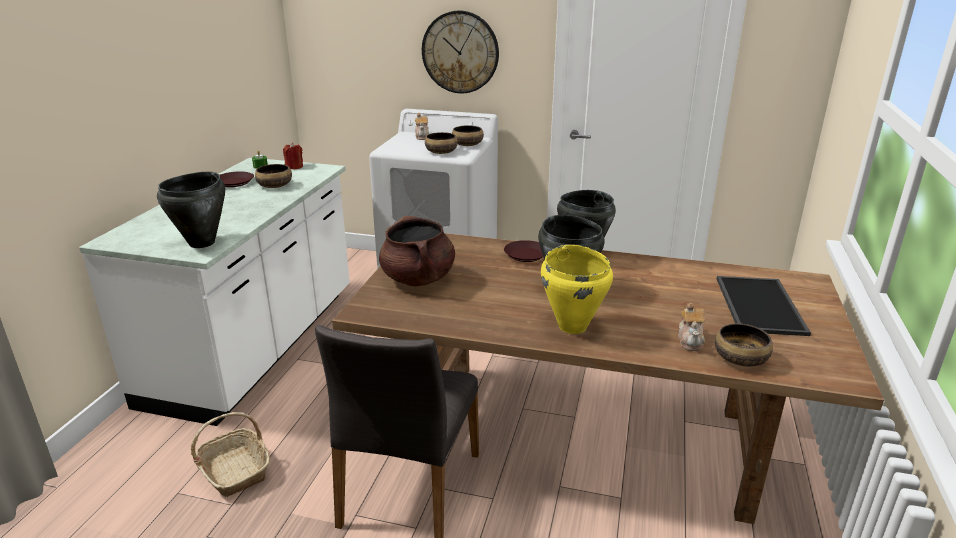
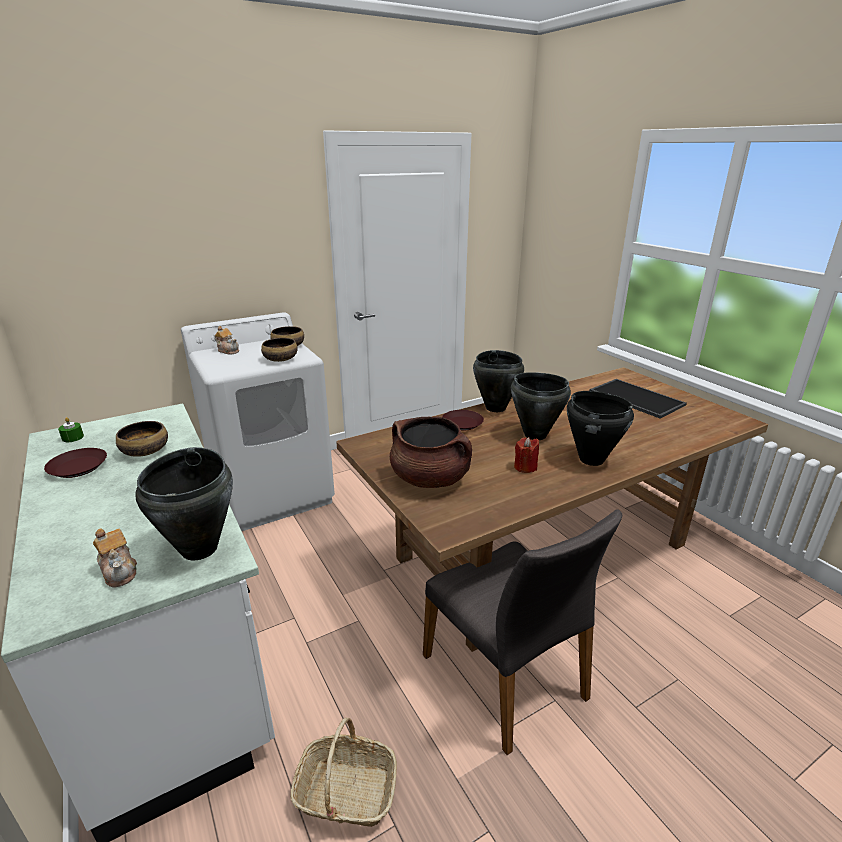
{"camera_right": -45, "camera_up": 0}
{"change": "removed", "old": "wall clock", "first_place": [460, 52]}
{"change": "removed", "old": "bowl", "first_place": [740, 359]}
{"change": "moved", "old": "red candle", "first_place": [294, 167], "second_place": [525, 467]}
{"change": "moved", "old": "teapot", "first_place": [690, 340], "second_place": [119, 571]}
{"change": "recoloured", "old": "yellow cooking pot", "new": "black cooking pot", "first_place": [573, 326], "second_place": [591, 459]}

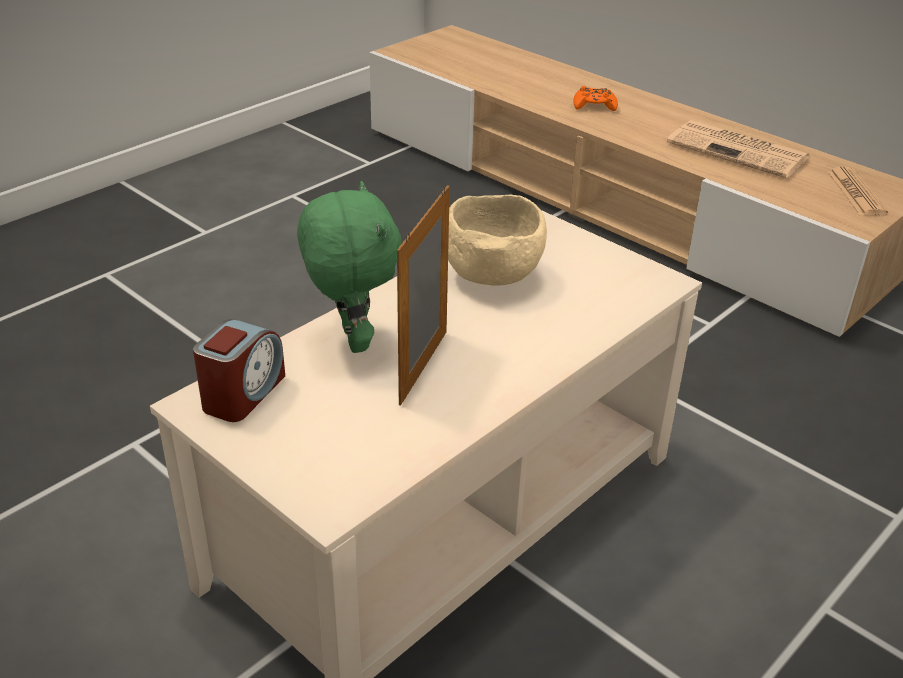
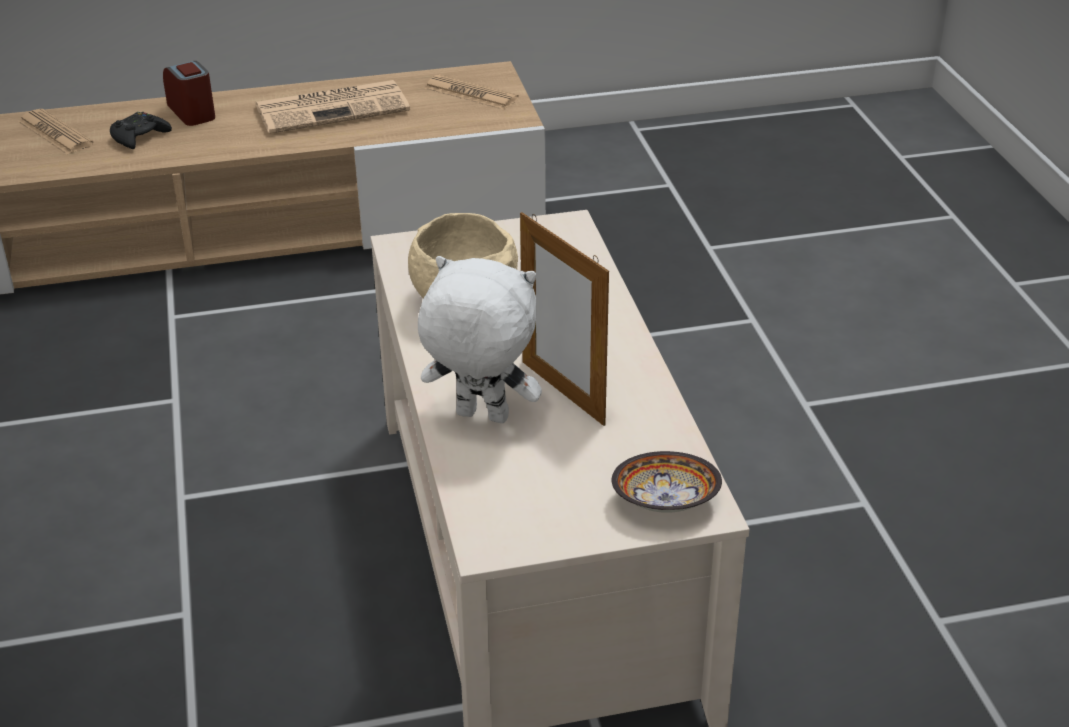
{"camera_right": -55, "camera_up": 0}
{"change": "added", "new": "newspaper", "second_place": [55, 133]}
{"change": "added", "new": "bowl", "second_place": [667, 504]}
{"change": "moved", "old": "alarm clock", "first_place": [243, 393], "second_place": [192, 112]}
{"change": "recoloured", "old": "green plush toy", "new": "white plush toy", "first_place": [351, 339], "second_place": [480, 417]}
{"change": "recoloured", "old": "orange game controller", "new": "black game controller", "first_place": [594, 106], "second_place": [139, 137]}

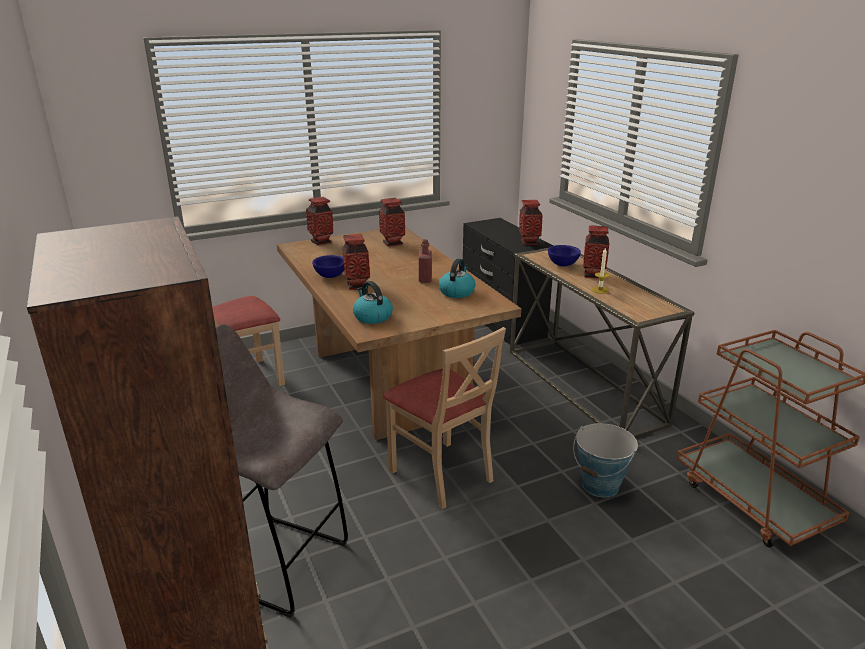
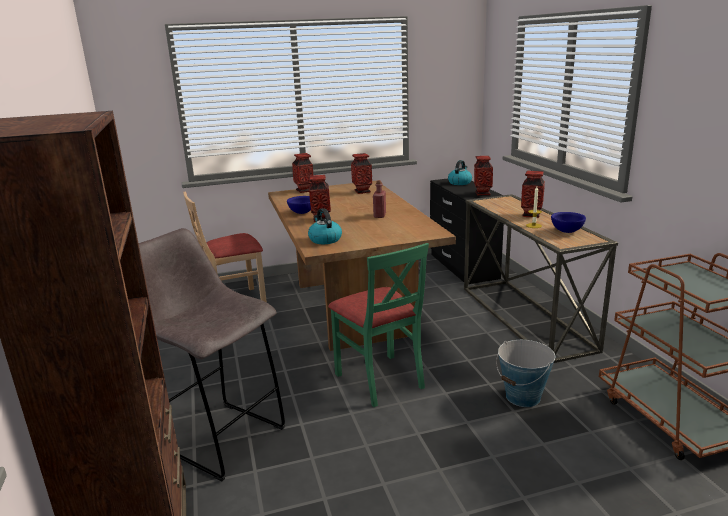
{"camera_right": 10, "camera_up": -5}
{"change": "moved", "old": "kettle", "first_place": [457, 292], "second_place": [459, 182]}
{"change": "moved", "old": "blue bowl", "first_place": [562, 264], "second_place": [566, 231]}
{"change": "recoloured", "old": "beige chair", "new": "green chair", "first_place": [442, 474], "second_place": [380, 379]}

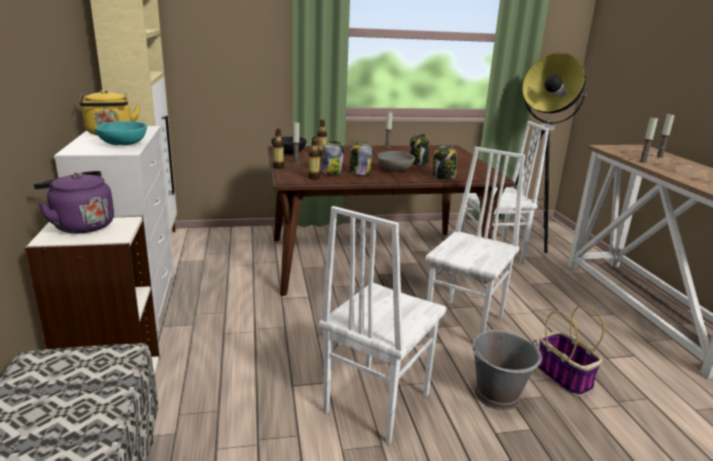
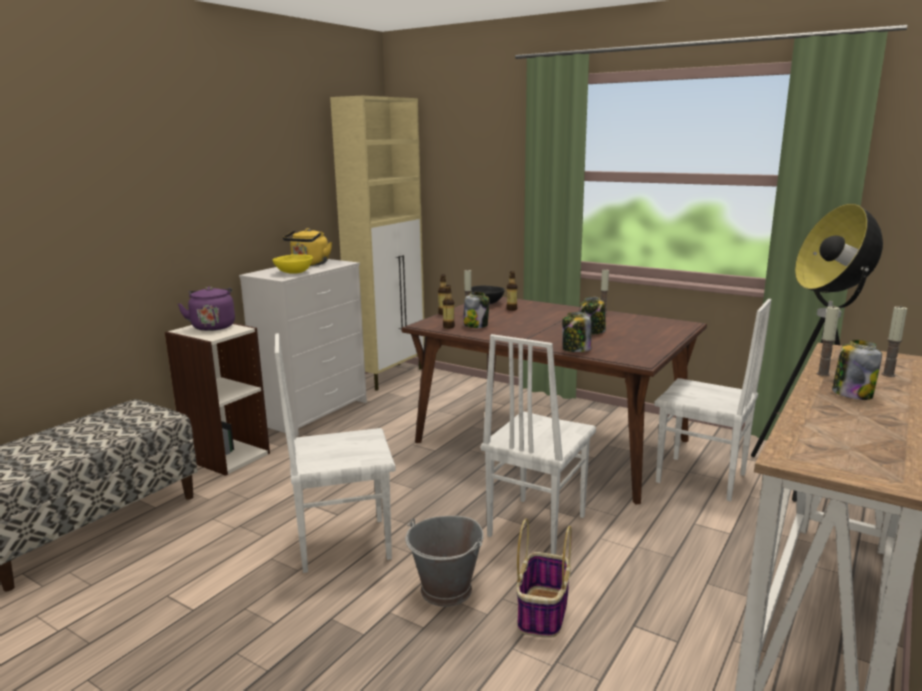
{"camera_right": 45, "camera_up": -5}
{"change": "removed", "old": "grey bowl", "first_place": [394, 170]}
{"change": "moved", "old": "jar", "first_place": [359, 173], "second_place": [852, 394]}
{"change": "recoloured", "old": "turquoise bowl", "new": "yellow bowl", "first_place": [123, 144], "second_place": [293, 273]}
{"change": "turned", "old": "white chair", "first_place": [466, 323], "second_place": [534, 526], "degrees": 135}

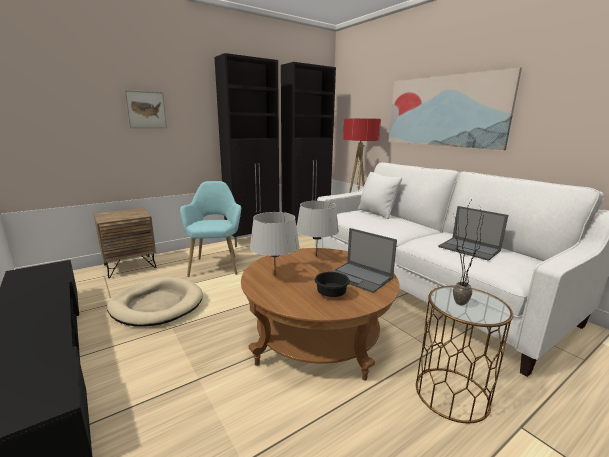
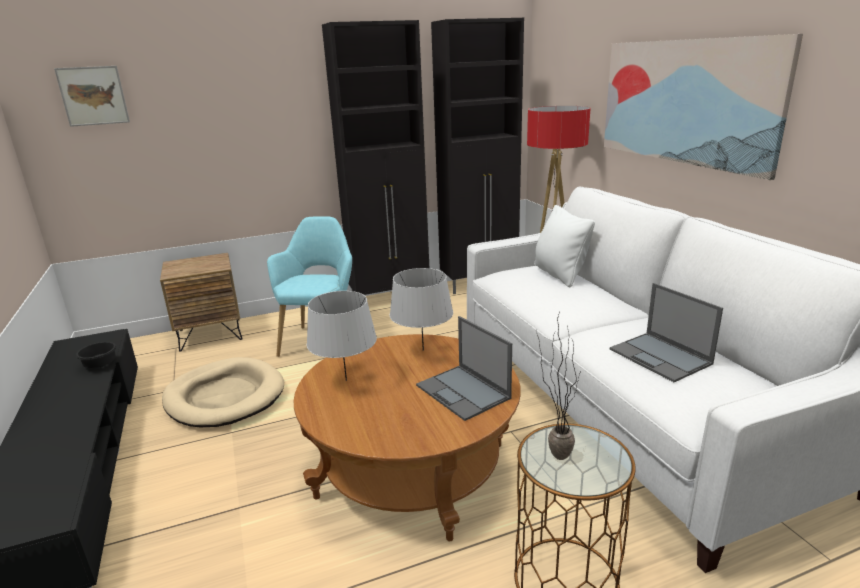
{"camera_right": 15, "camera_up": 5}
{"change": "moved", "old": "picture", "first_place": [146, 110], "second_place": [93, 96]}
{"change": "moved", "old": "black bowl", "first_place": [330, 293], "second_place": [101, 364]}

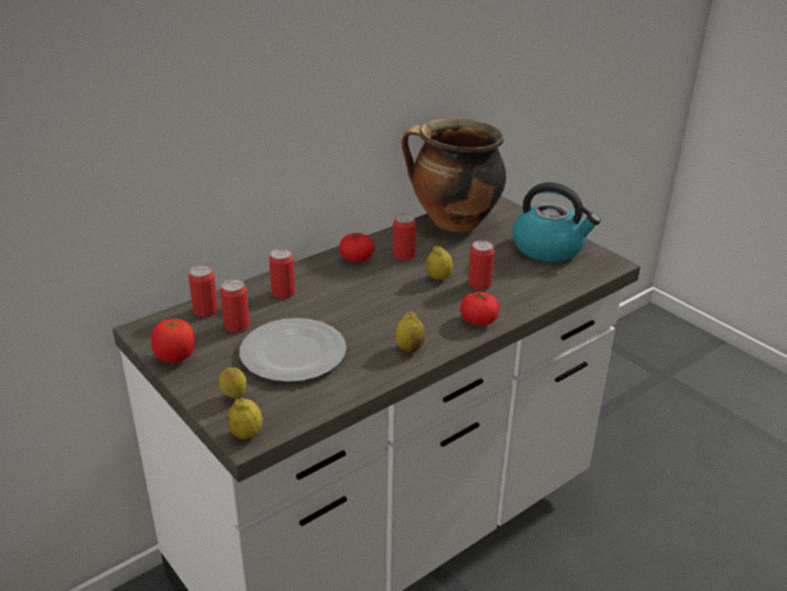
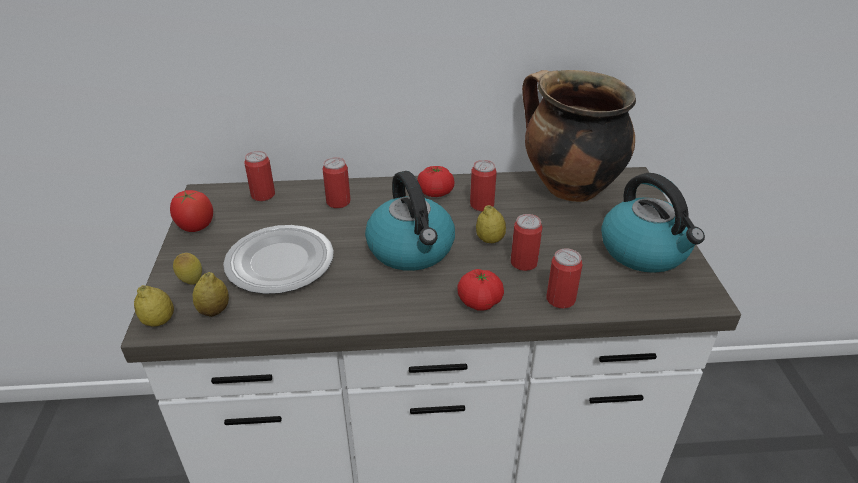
{"camera_right": 35, "camera_up": 5}
{"change": "added", "new": "kettle", "second_place": [412, 250]}
{"change": "moved", "old": "can", "first_place": [237, 326], "second_place": [560, 299]}
{"change": "moved", "old": "lemon", "first_place": [409, 348], "second_place": [214, 311]}

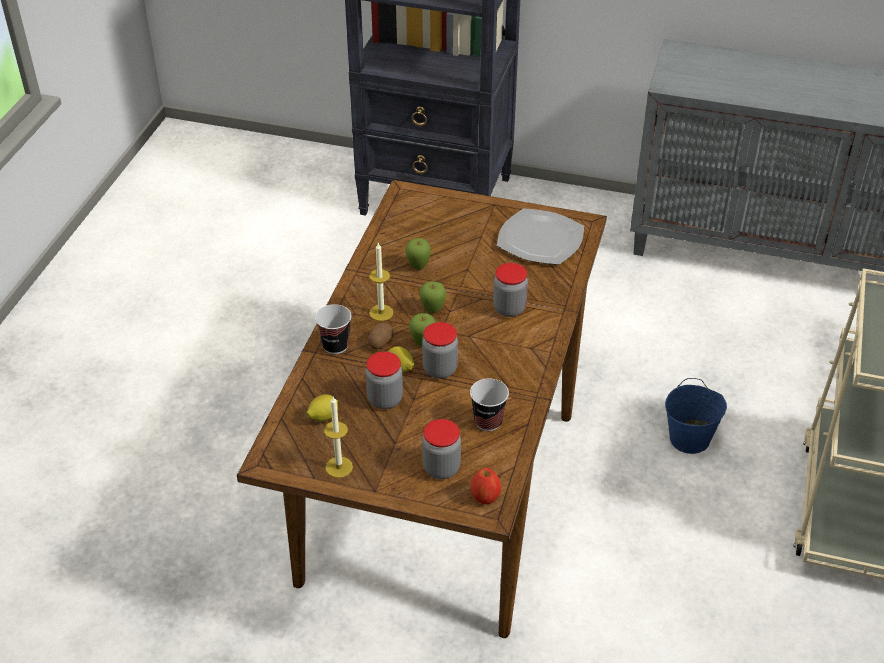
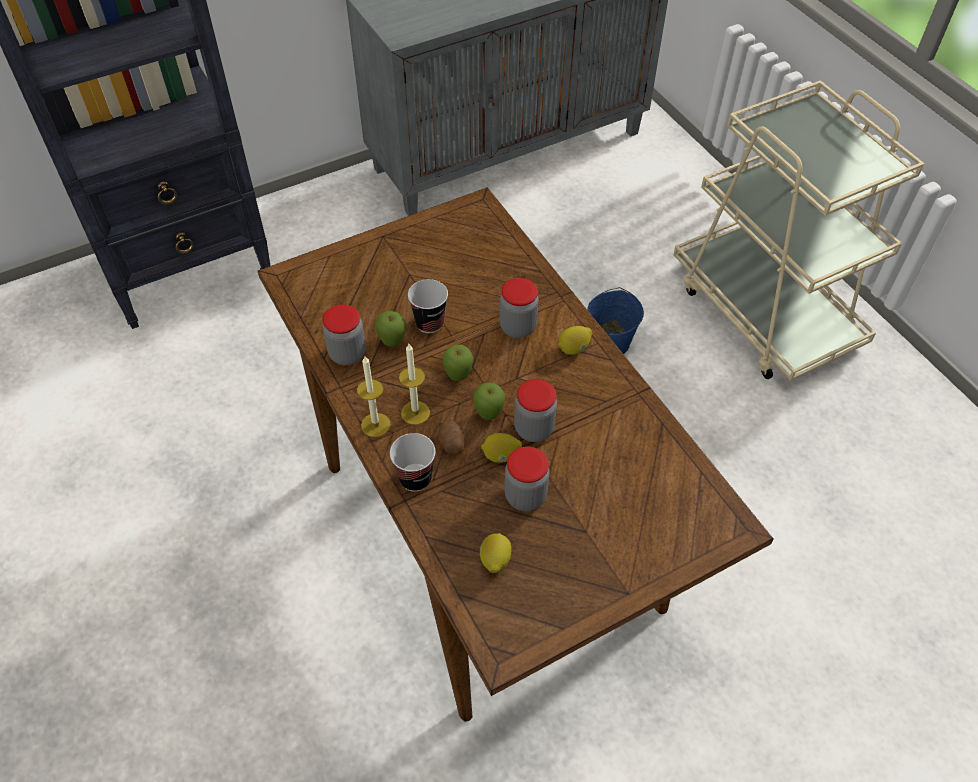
{"camera_right": -45, "camera_up": 10}
{"change": "removed", "old": "apple", "first_place": [485, 497]}
{"change": "removed", "old": "plate", "first_place": [540, 239]}
{"change": "added", "new": "lemon", "second_place": [574, 348]}
{"change": "moved", "old": "candle", "first_place": [339, 467], "second_place": [375, 425]}
{"change": "moved", "old": "jar", "first_place": [441, 468], "second_place": [347, 354]}
{"change": "moved", "old": "cup", "first_place": [488, 421], "second_place": [429, 323]}

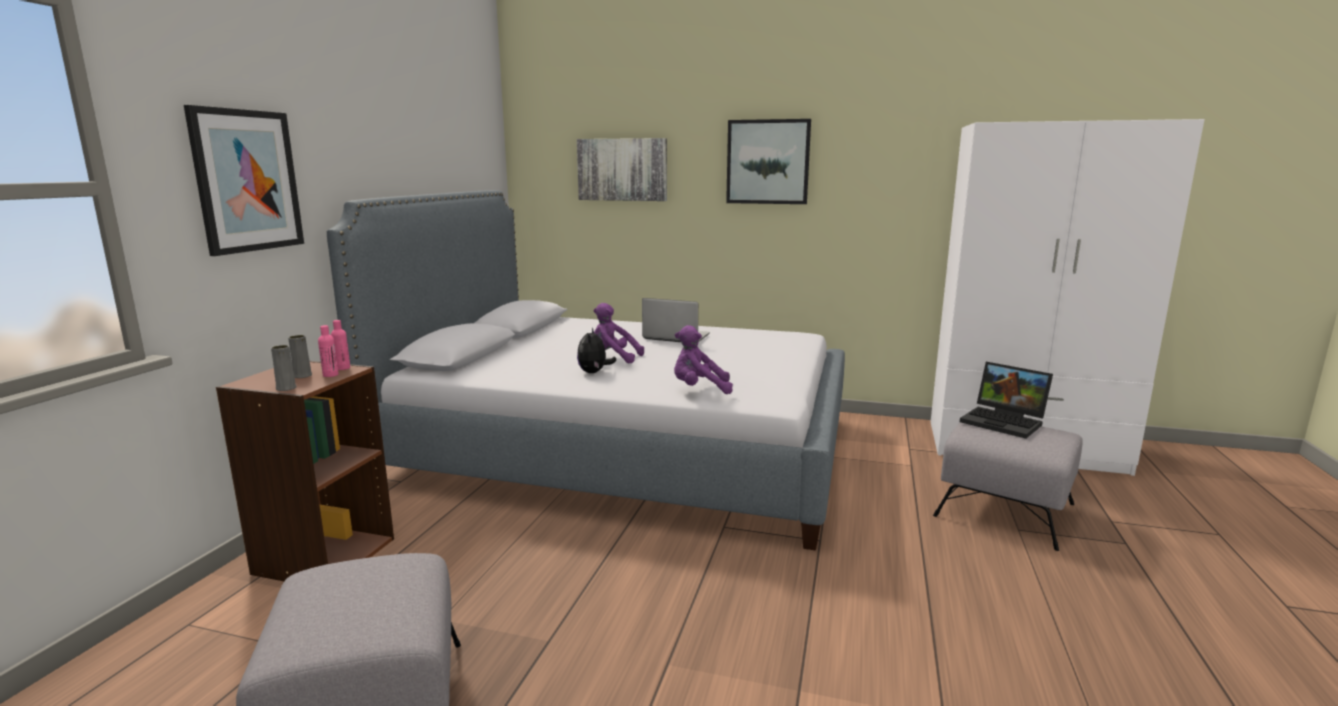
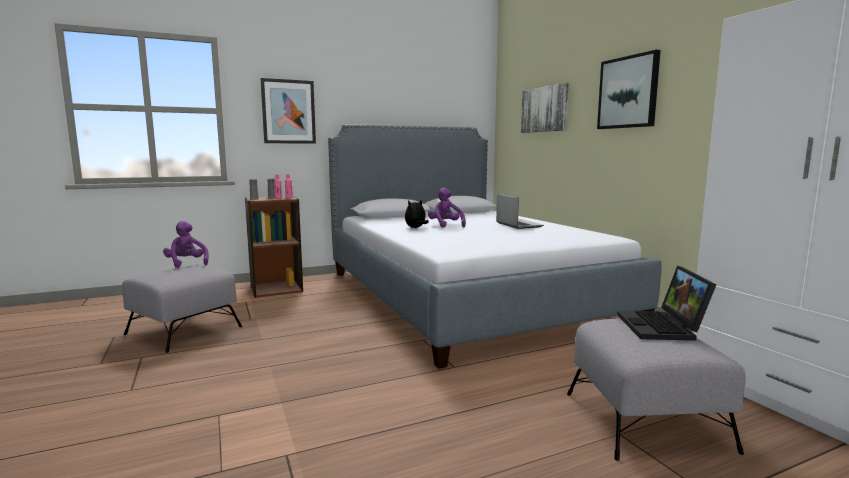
{"camera_right": 50, "camera_up": -5}
{"change": "moved", "old": "purple plush toy", "first_place": [699, 389], "second_place": [186, 263]}

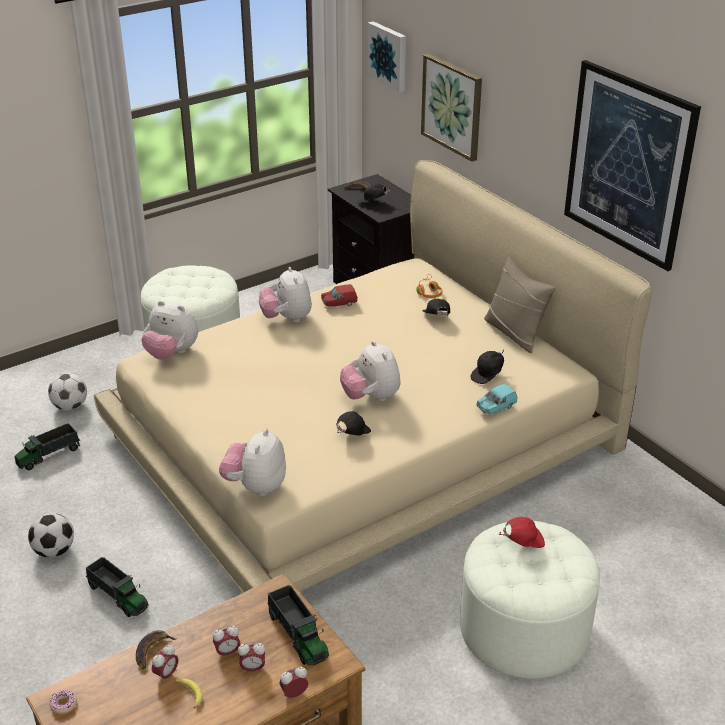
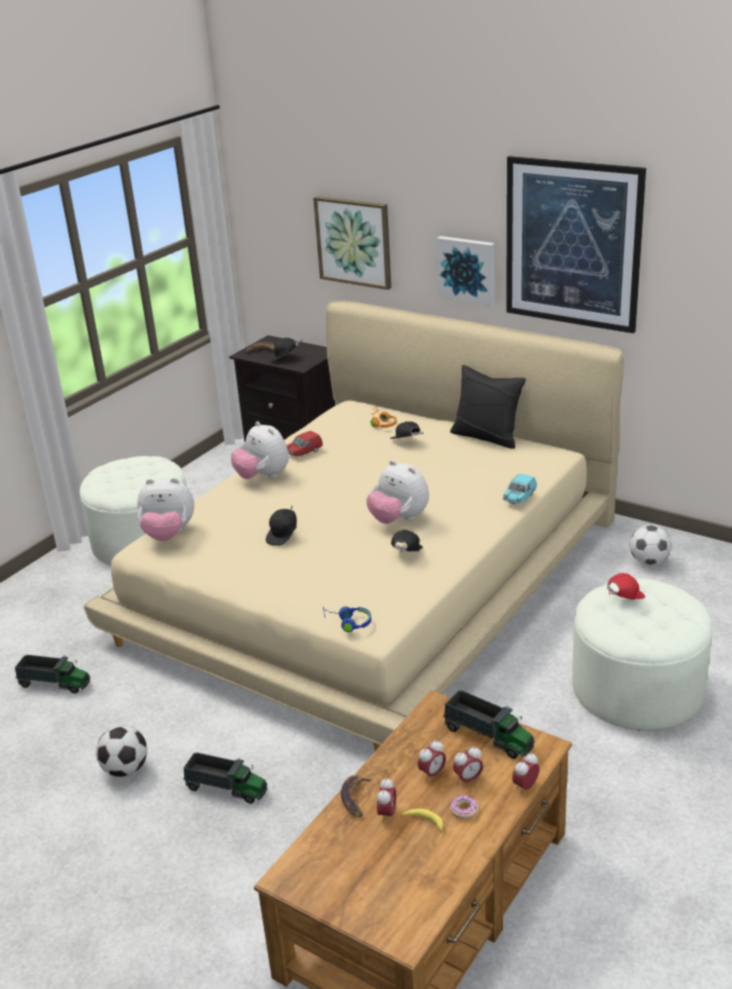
{"camera_right": -20, "camera_up": -5}
{"change": "moved", "old": "football", "first_place": [70, 406], "second_place": [649, 561]}
{"change": "moved", "old": "donut", "first_place": [63, 704], "second_place": [464, 810]}
{"change": "moved", "old": "picture", "first_place": [389, 56], "second_place": [467, 269]}
{"change": "moved", "old": "black cap", "first_place": [488, 375], "second_place": [283, 536]}
{"change": "replaced", "old": "plush toy", "new": "blue headphones", "first_place": [255, 486], "second_place": [348, 623]}
{"change": "recoloured", "old": "beige pillow", "new": "black pillow", "first_place": [514, 333], "second_place": [486, 437]}
{"change": "turned", "old": "toy truck", "first_place": [49, 455], "second_place": [54, 683], "degrees": -105}

